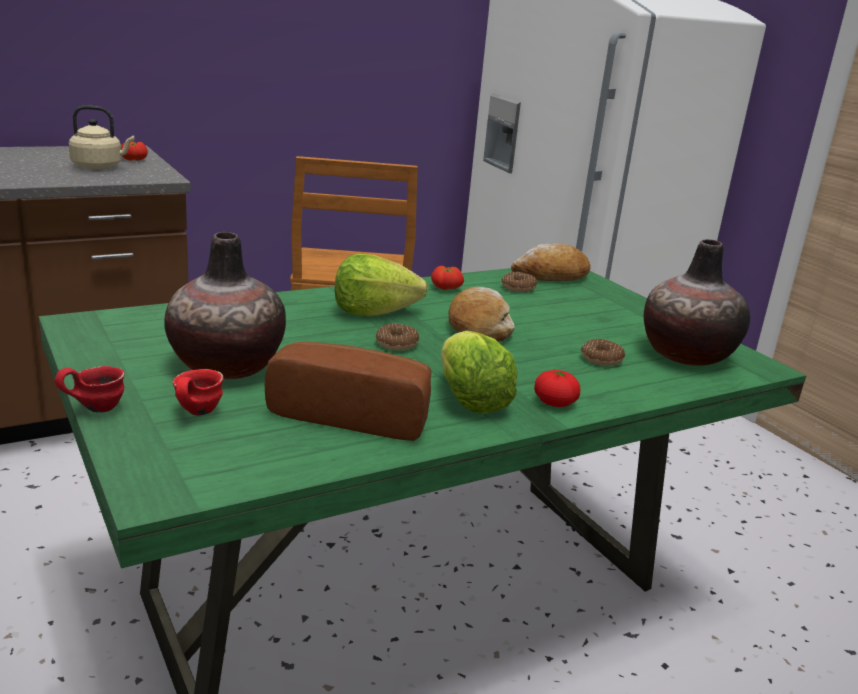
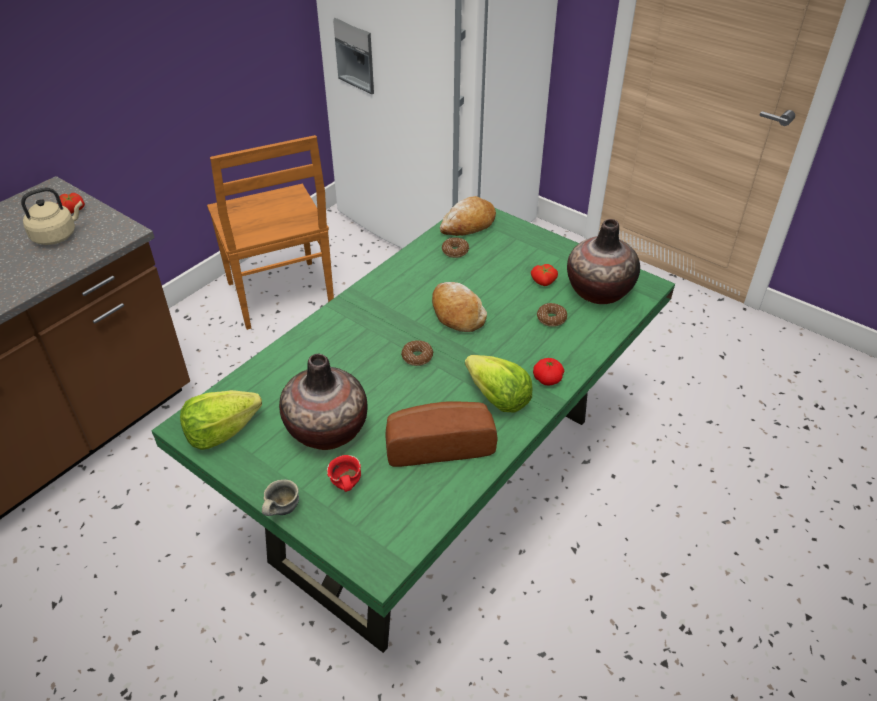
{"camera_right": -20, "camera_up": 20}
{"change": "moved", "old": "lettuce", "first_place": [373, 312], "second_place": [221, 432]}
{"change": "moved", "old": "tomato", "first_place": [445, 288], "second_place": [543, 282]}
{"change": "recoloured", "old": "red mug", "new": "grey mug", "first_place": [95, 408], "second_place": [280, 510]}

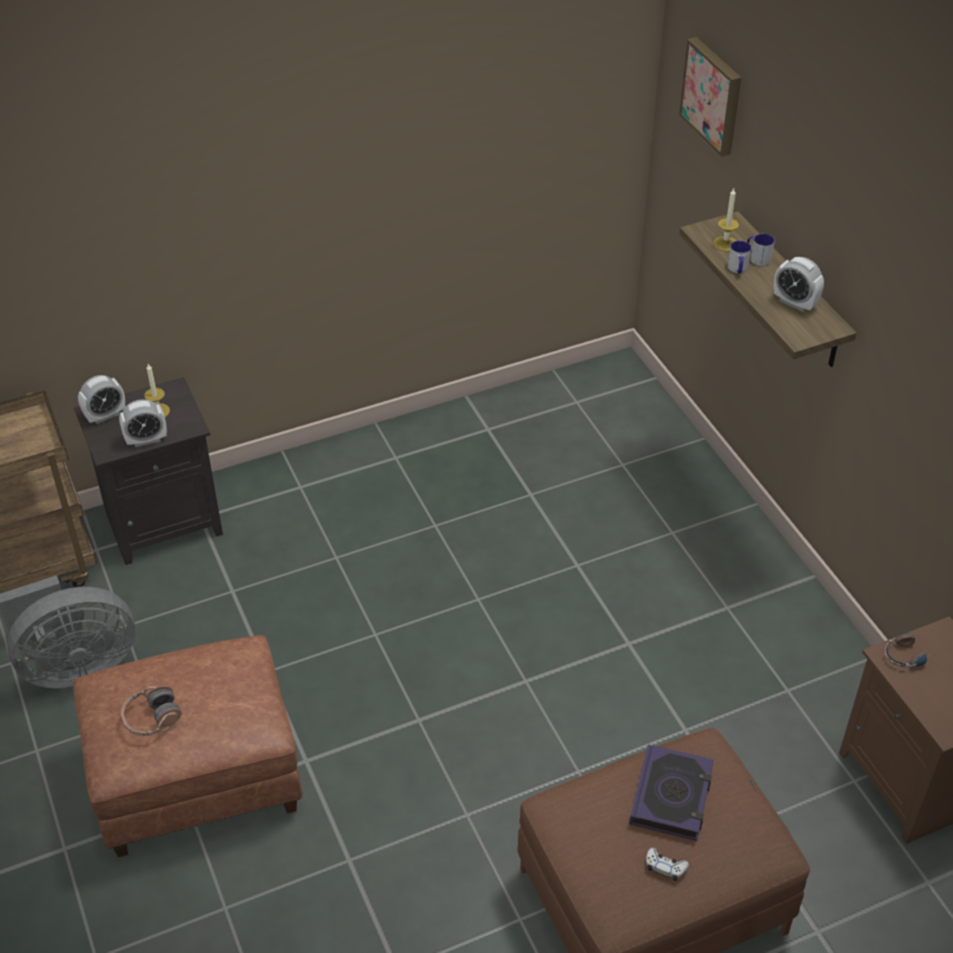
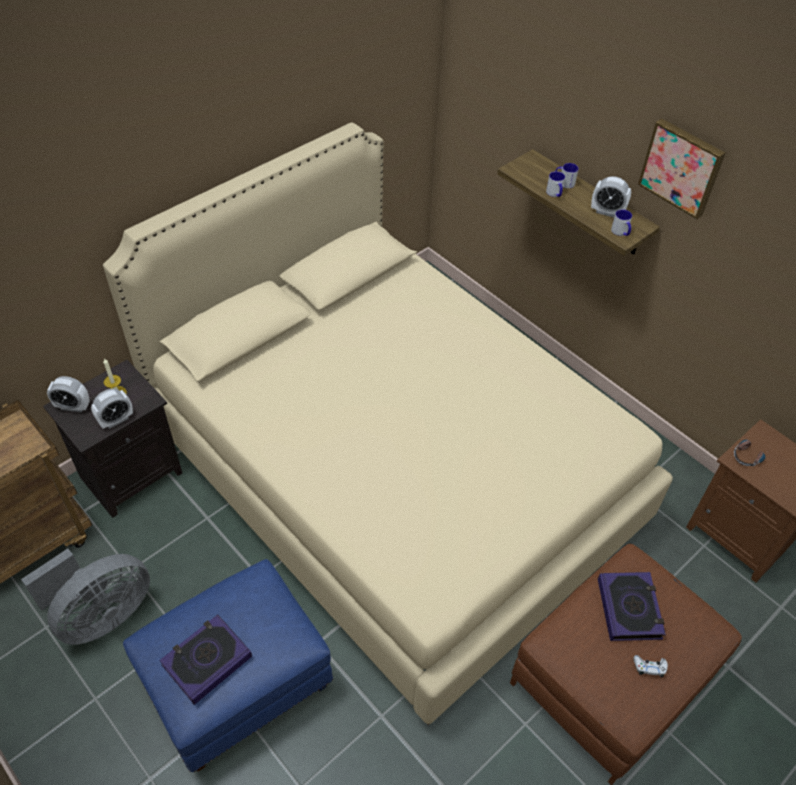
{"camera_right": -20, "camera_up": 5}
{"change": "removed", "old": "candle", "first_place": [725, 243]}
{"change": "added", "new": "beige bed", "second_place": [393, 476]}
{"change": "added", "new": "mug", "second_place": [621, 232]}
{"change": "moved", "old": "picture", "first_place": [713, 95], "second_place": [682, 167]}
{"change": "replaced", "old": "headphones", "new": "book", "first_place": [152, 718], "second_place": [206, 660]}
{"change": "recoloured", "old": "brown ottoman", "new": "blue ottoman", "first_place": [198, 776], "second_place": [237, 681]}
{"change": "turned", "old": "alarm clock", "first_place": [105, 415], "second_place": [73, 407], "degrees": 60}

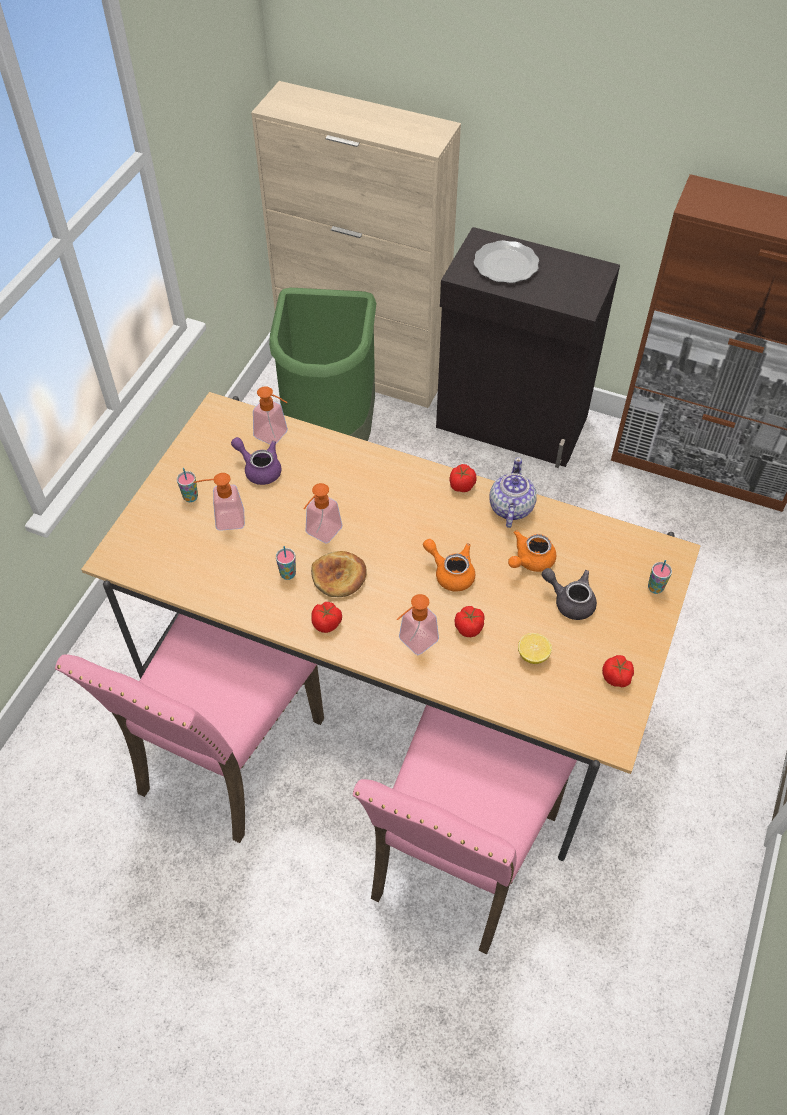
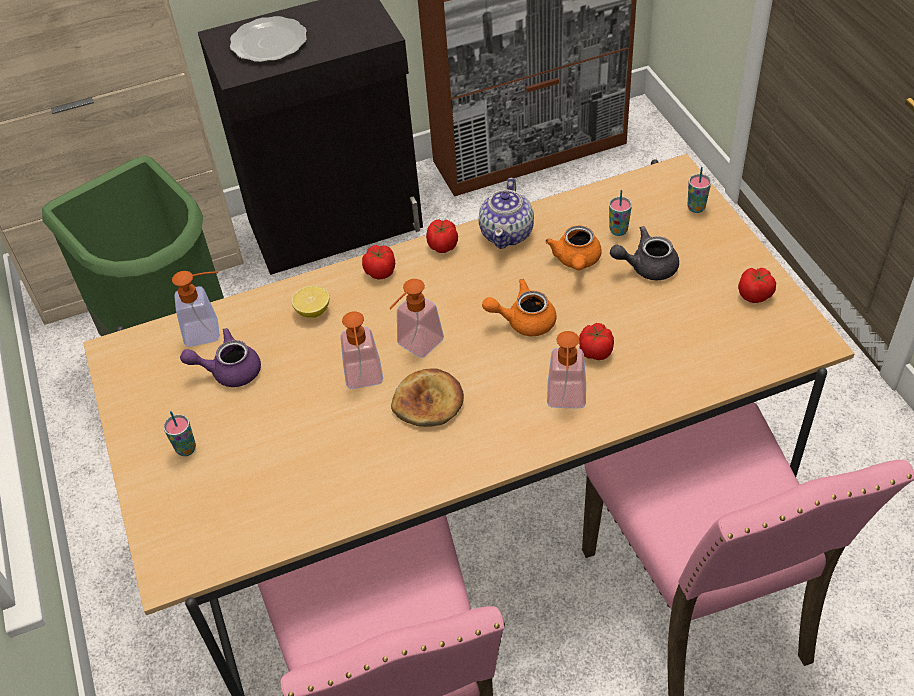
{"camera_right": -40, "camera_up": -5}
{"change": "moved", "old": "soap dispenser", "first_place": [223, 520], "second_place": [415, 347]}
{"change": "moved", "old": "cup", "first_place": [288, 574], "second_place": [618, 231]}
{"change": "moved", "old": "tomato", "first_place": [327, 623], "second_place": [381, 271]}
{"change": "moved", "old": "lemon", "first_place": [533, 655], "second_place": [313, 311]}
{"change": "turned", "old": "teapot", "first_place": [510, 508], "second_place": [507, 233], "degrees": -135}

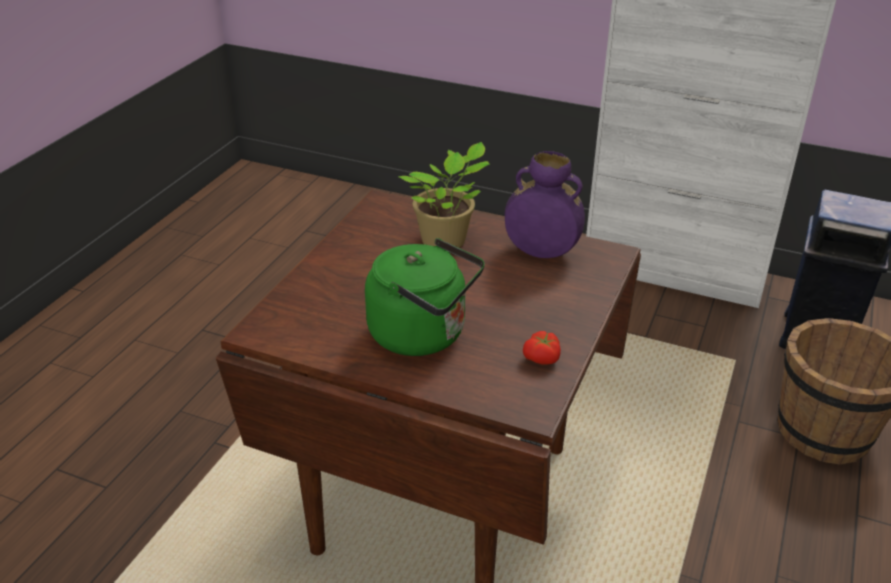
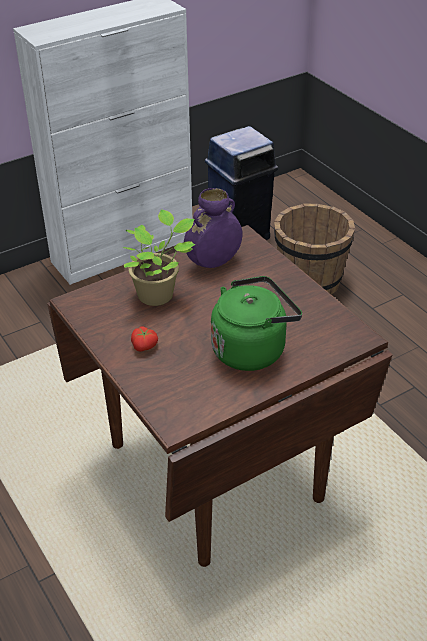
{"camera_right": -55, "camera_up": 5}
{"change": "moved", "old": "tomato", "first_place": [542, 359], "second_place": [145, 346]}

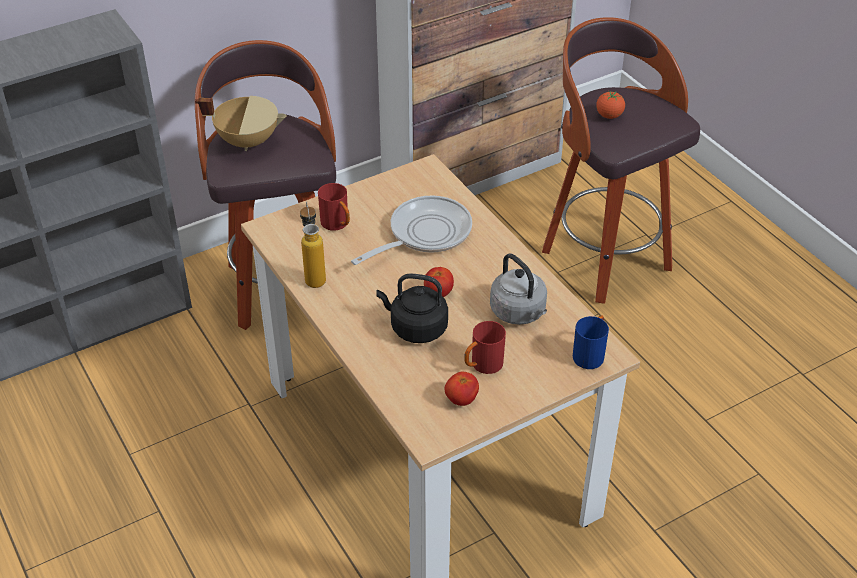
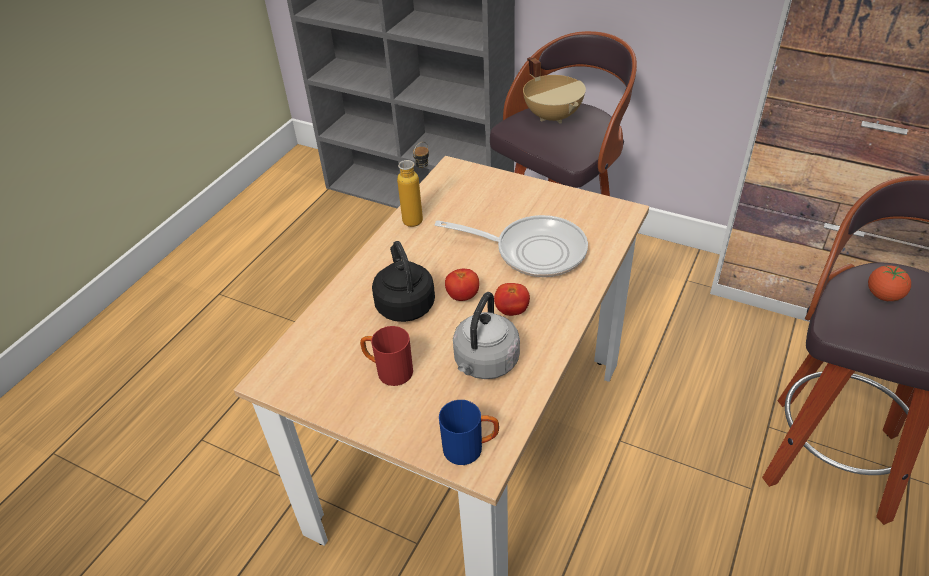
{"camera_right": 60, "camera_up": 0}
{"change": "removed", "old": "red mug", "first_place": [338, 225]}
{"change": "moved", "old": "tomato", "first_place": [461, 399], "second_place": [512, 310]}

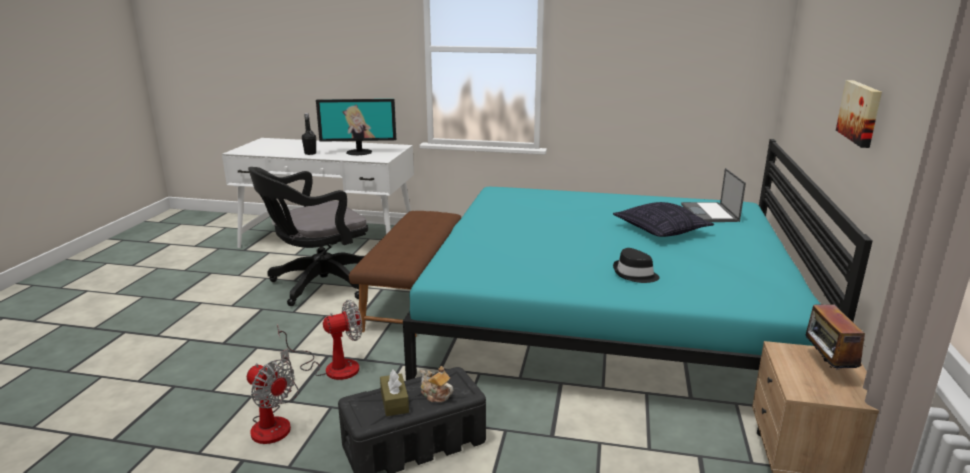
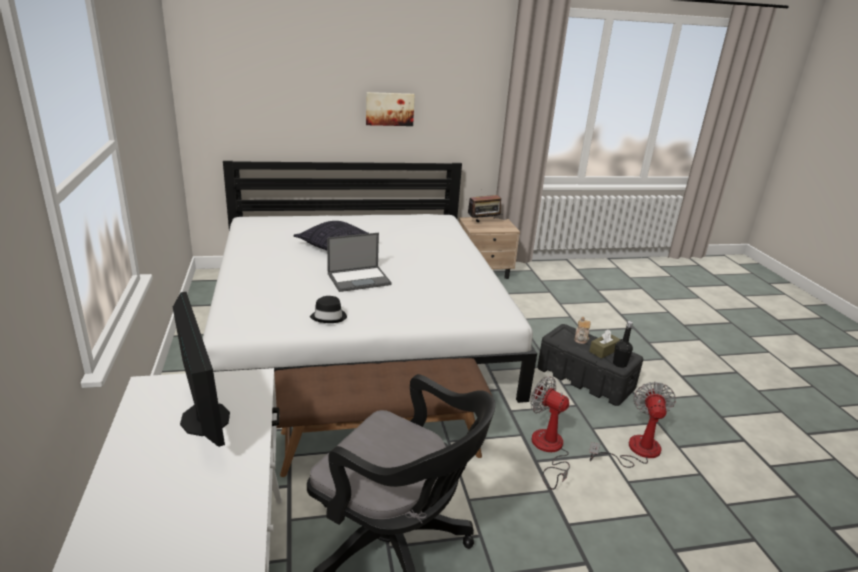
{"camera_right": -115, "camera_up": 5}
{"change": "moved", "old": "black bottle", "first_place": [310, 153], "second_place": [619, 364]}
{"change": "moved", "old": "black hat", "first_place": [635, 274], "second_place": [329, 317]}
{"change": "moved", "old": "laptop", "first_place": [710, 213], "second_place": [359, 279]}
{"change": "recoloured", "old": "turquoise bed", "new": "white bed", "first_place": [609, 314], "second_place": [358, 325]}

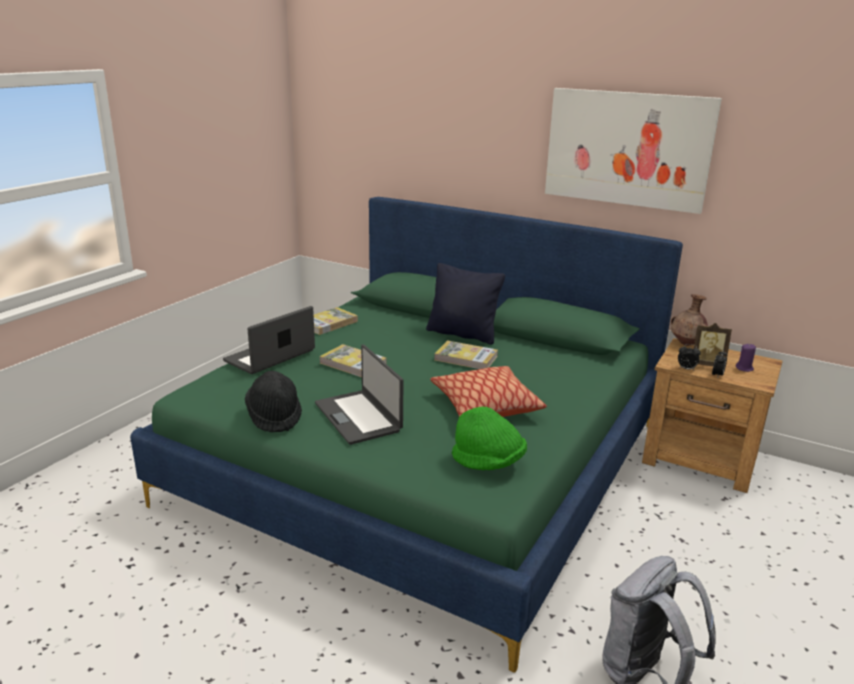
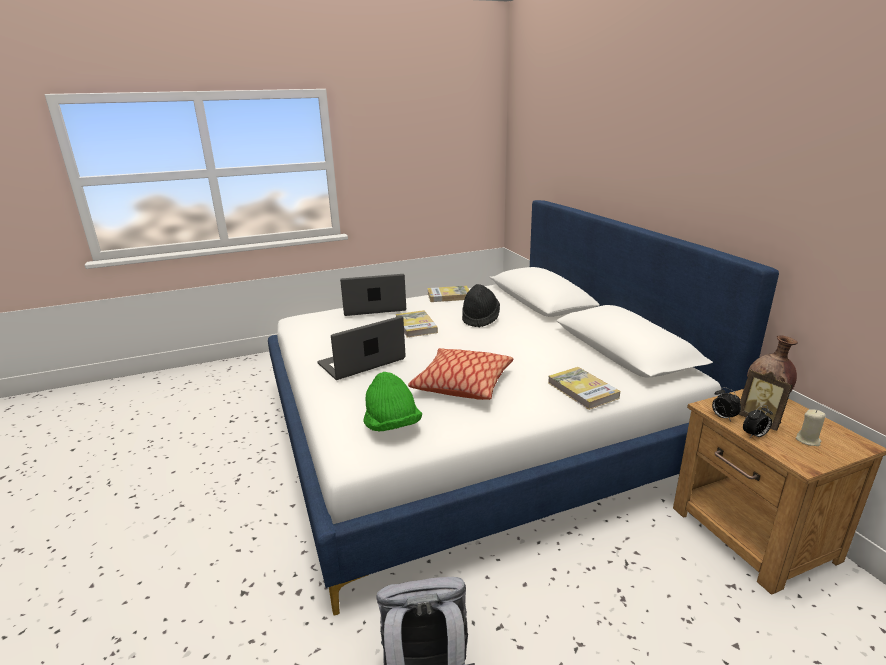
{"camera_right": 40, "camera_up": 0}
{"change": "removed", "old": "black pillow", "first_place": [463, 334]}
{"change": "removed", "old": "picture", "first_place": [627, 149]}
{"change": "moved", "old": "black hat", "first_place": [274, 416], "second_place": [480, 318]}
{"change": "moved", "old": "book", "first_place": [466, 358], "second_place": [582, 390]}
{"change": "recoloured", "old": "green bed", "new": "white bed", "first_place": [424, 463], "second_place": [471, 429]}
{"change": "recoloured", "old": "purple candle", "new": "beige candle", "first_place": [744, 368], "second_place": [808, 440]}
{"change": "turned", "old": "laptop", "first_place": [359, 417], "second_place": [362, 362], "degrees": 45}

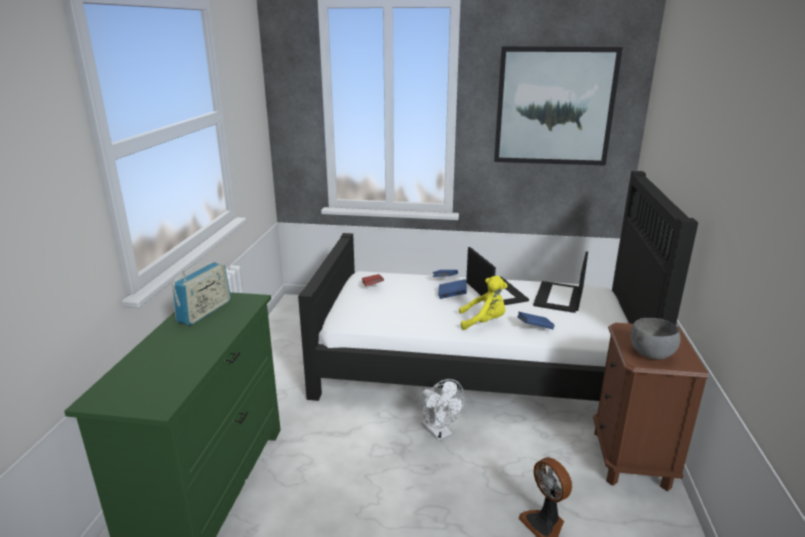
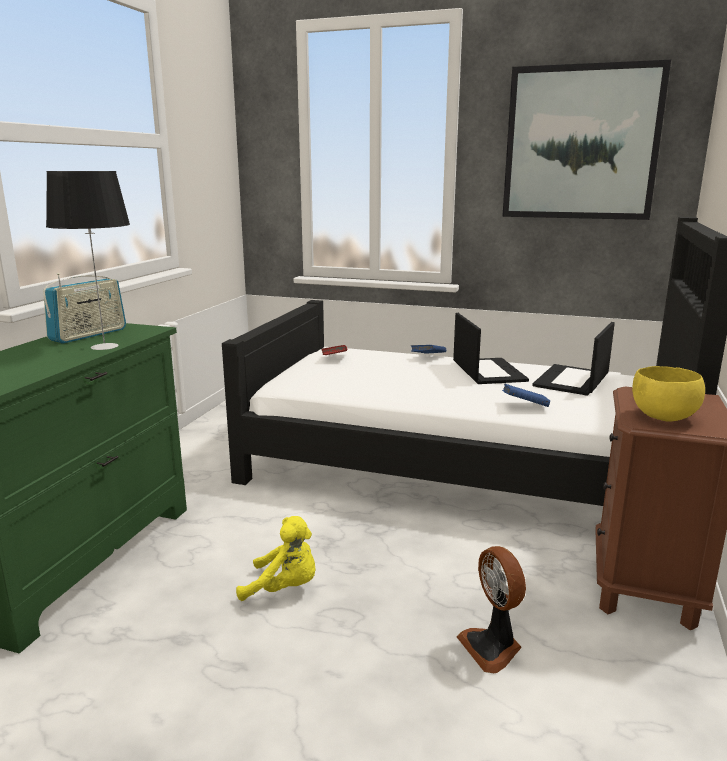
{"camera_right": 10, "camera_up": -5}
{"change": "removed", "old": "white fan", "first_place": [439, 432]}
{"change": "removed", "old": "blue book", "first_place": [452, 296]}
{"change": "added", "new": "table lamp", "second_place": [104, 346]}
{"change": "moved", "old": "yellow plush toy", "first_place": [484, 322], "second_place": [284, 588]}
{"change": "recoloured", "old": "grey bowl", "new": "yellow bowl", "first_place": [650, 355], "second_place": [662, 417]}

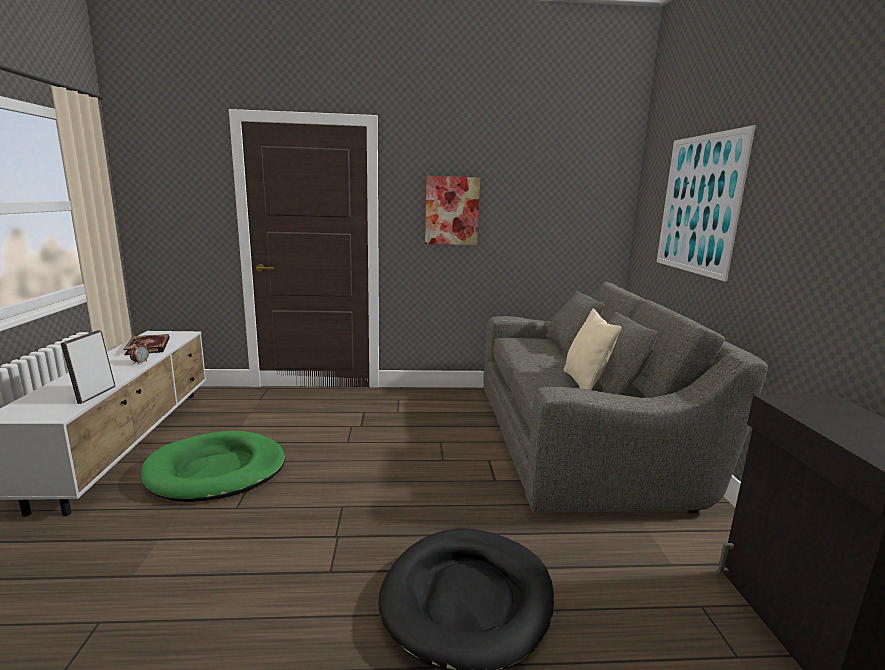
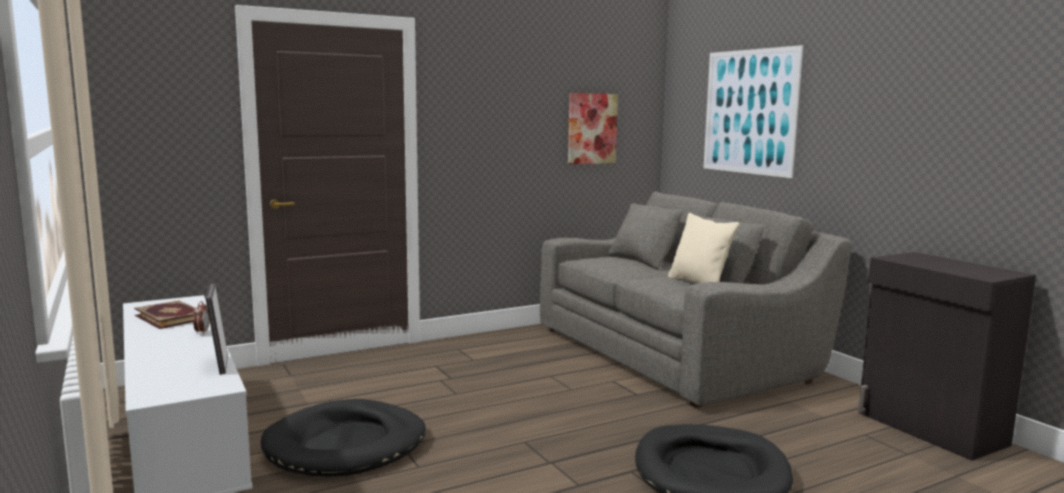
{"camera_right": -25, "camera_up": -5}
{"change": "moved", "old": "picture", "first_place": [452, 211], "second_place": [592, 128]}
{"change": "recoloured", "old": "green dog bed", "new": "black dog bed", "first_place": [216, 471], "second_place": [346, 445]}

